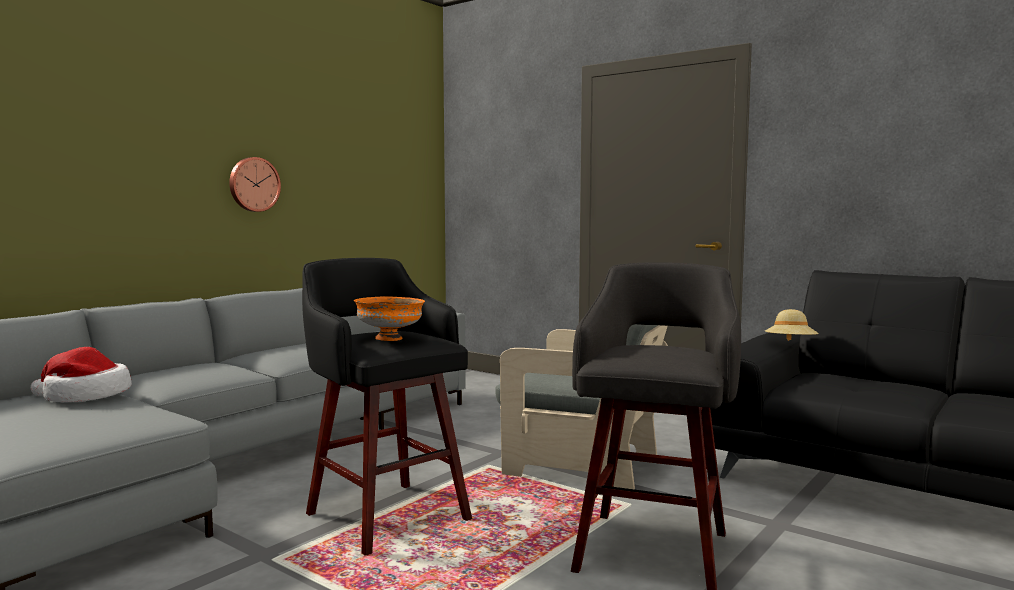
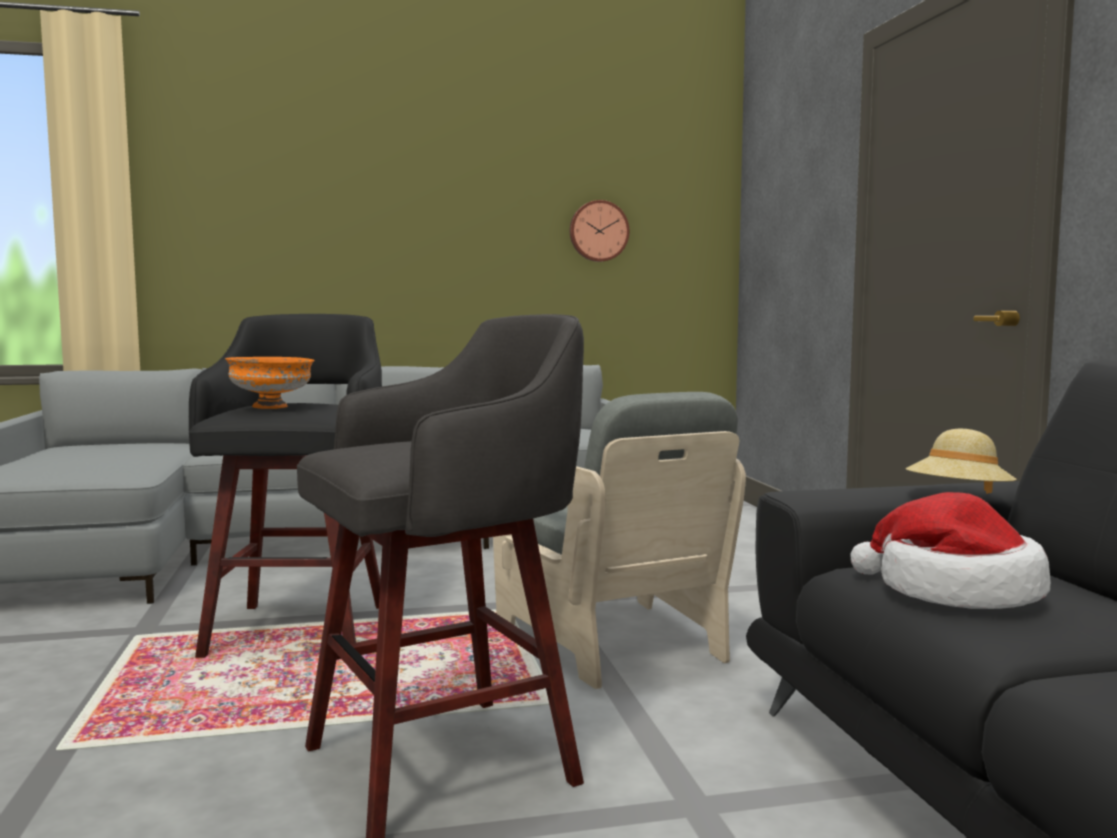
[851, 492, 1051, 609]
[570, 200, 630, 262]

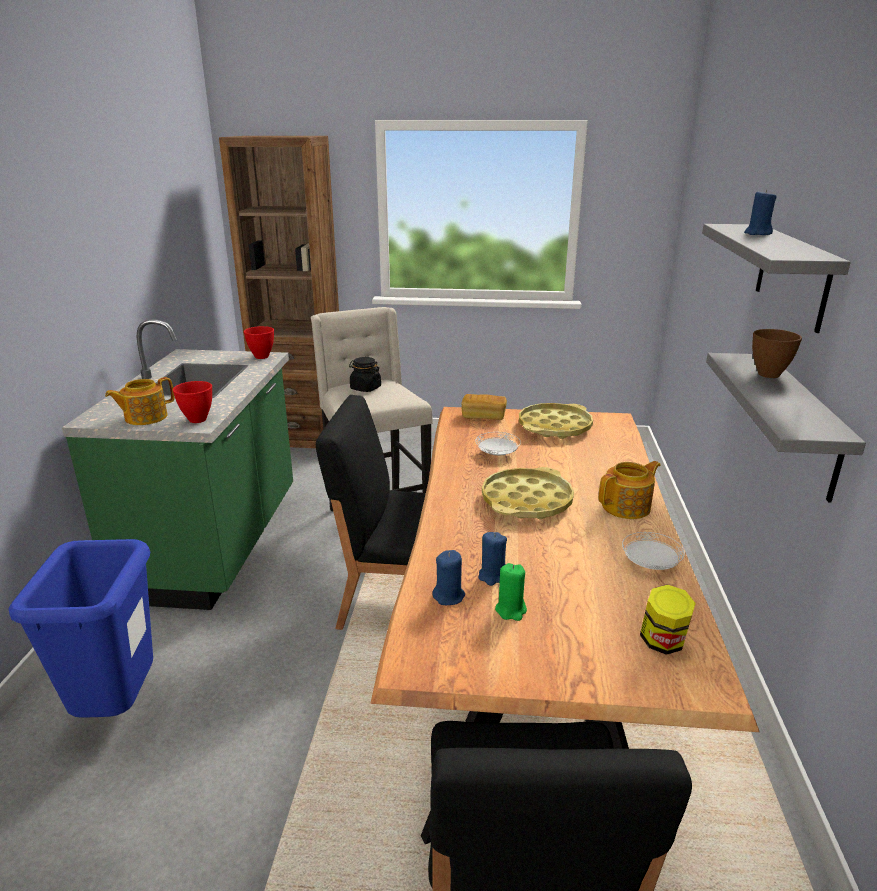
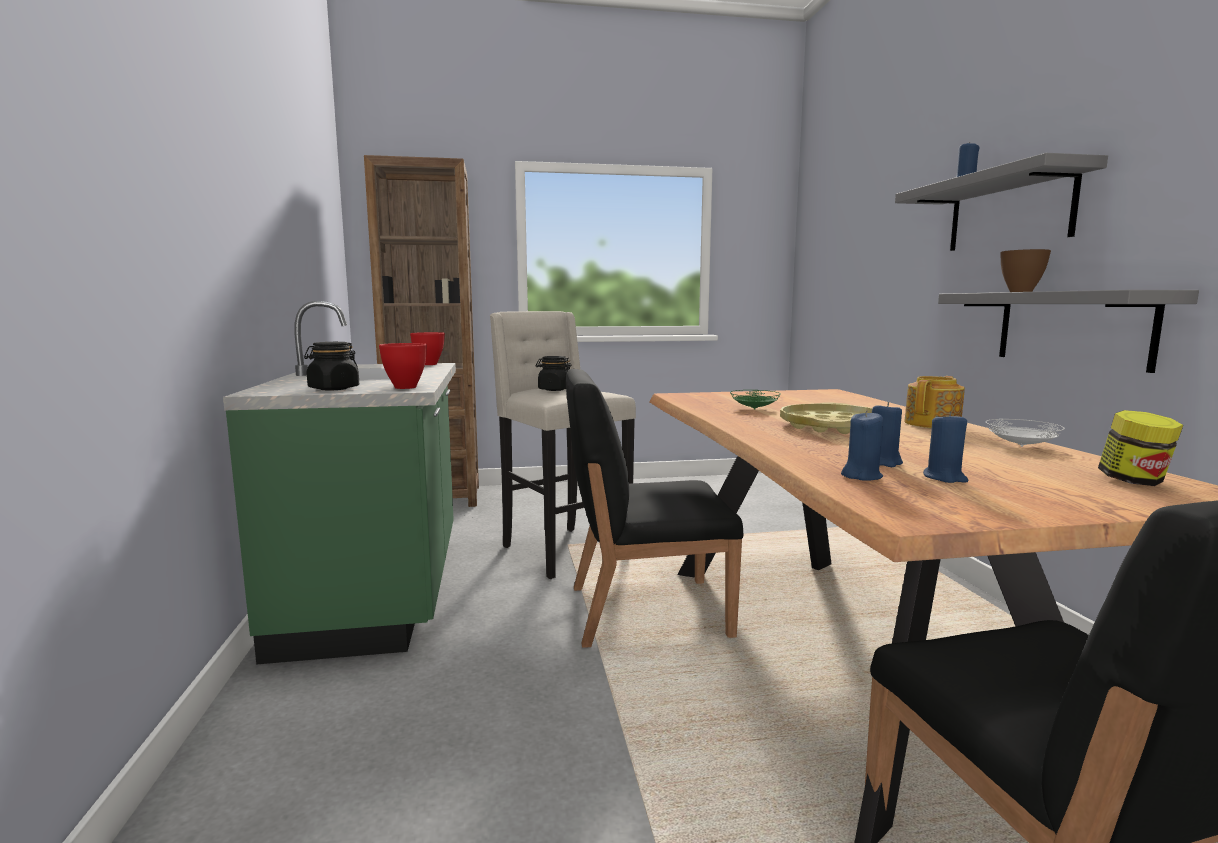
[9, 539, 153, 718] (first image)
[304, 342, 359, 391]
[462, 394, 507, 420] (first image)
[730, 390, 781, 409]
[923, 411, 969, 483]
[519, 403, 593, 439] (first image)

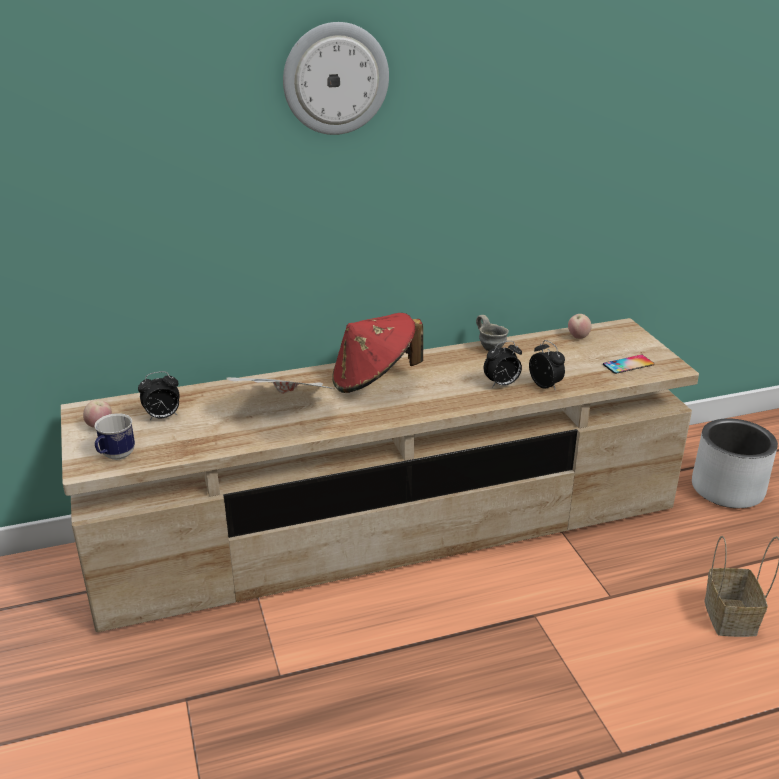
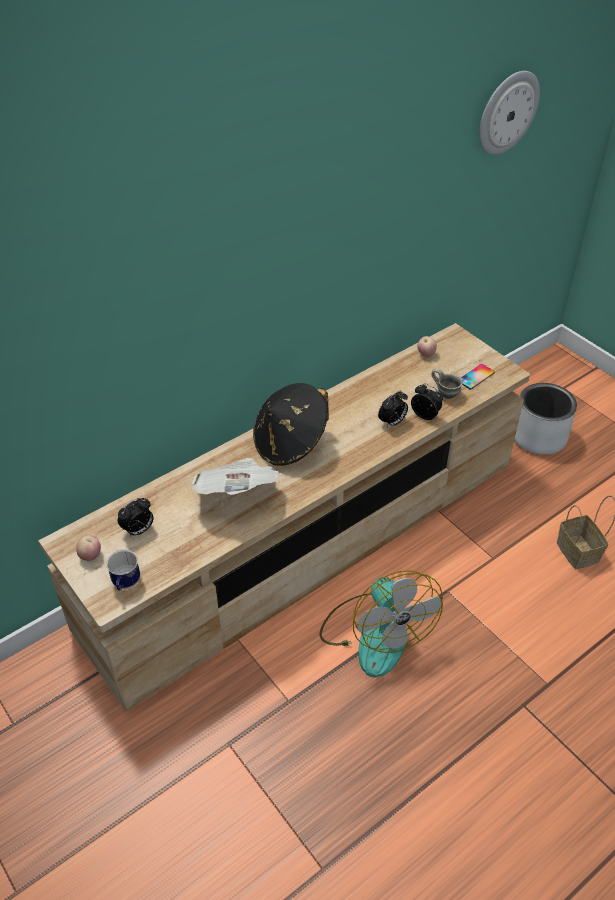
[479, 71, 540, 155]
[253, 383, 329, 466]
[431, 368, 463, 399]
[319, 570, 443, 677]

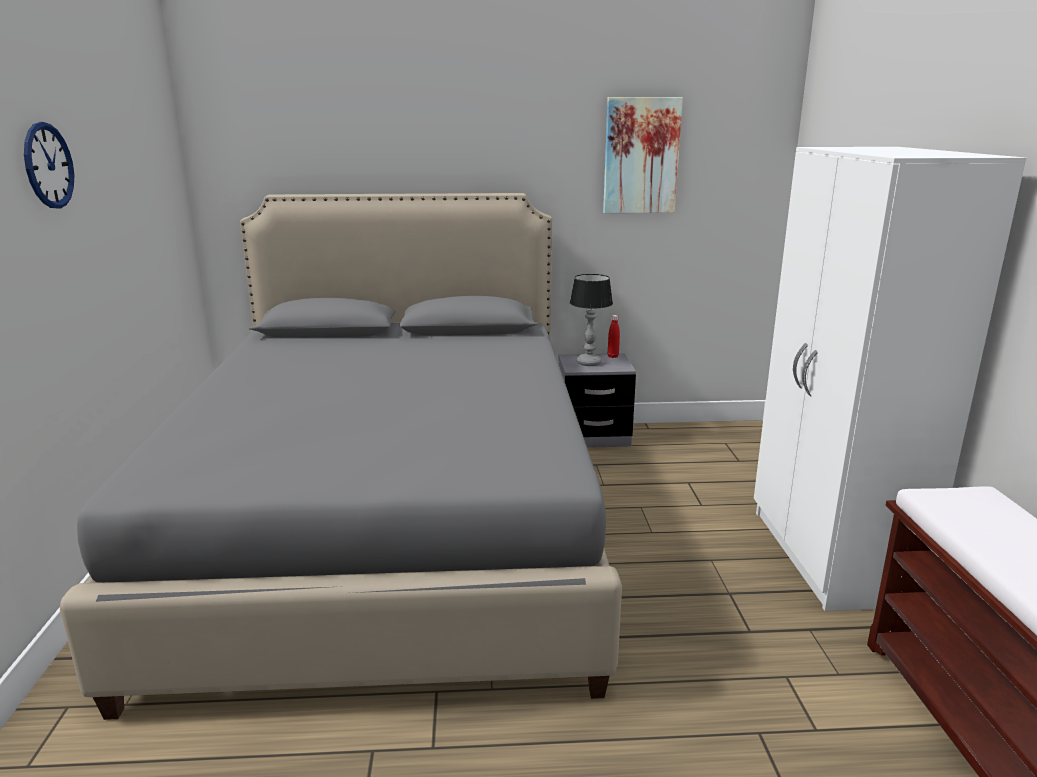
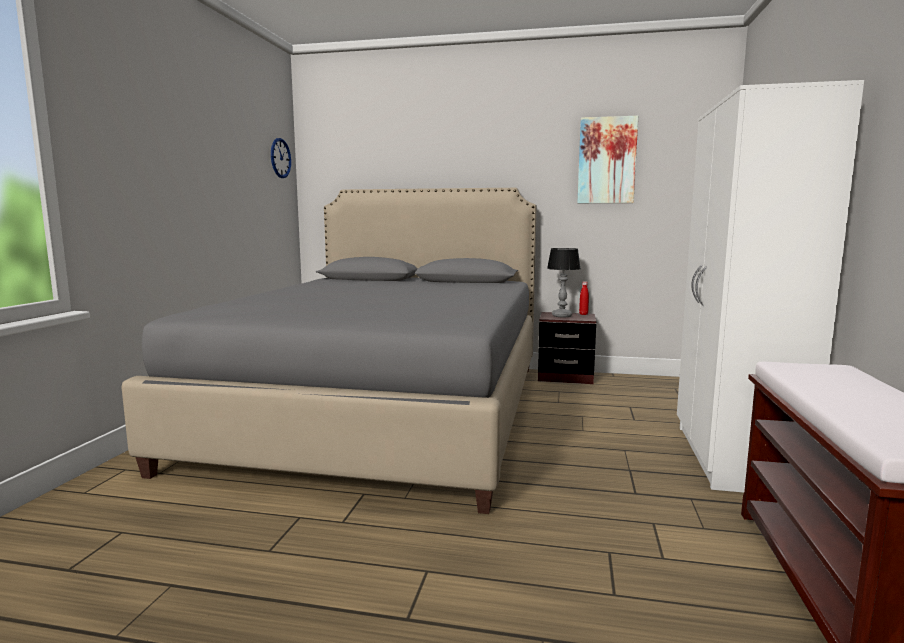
[271, 138, 291, 178]
[538, 312, 596, 384]

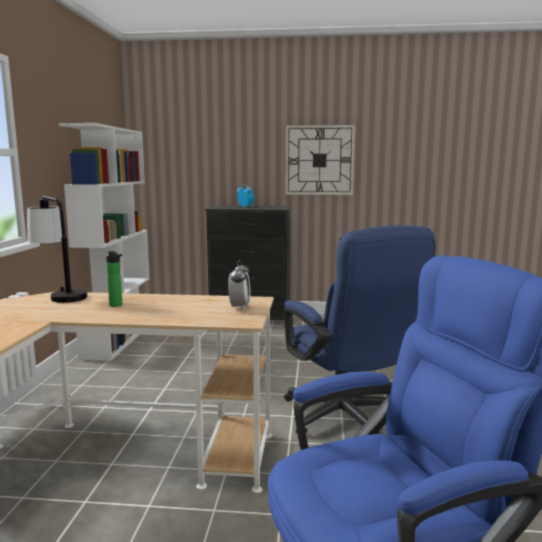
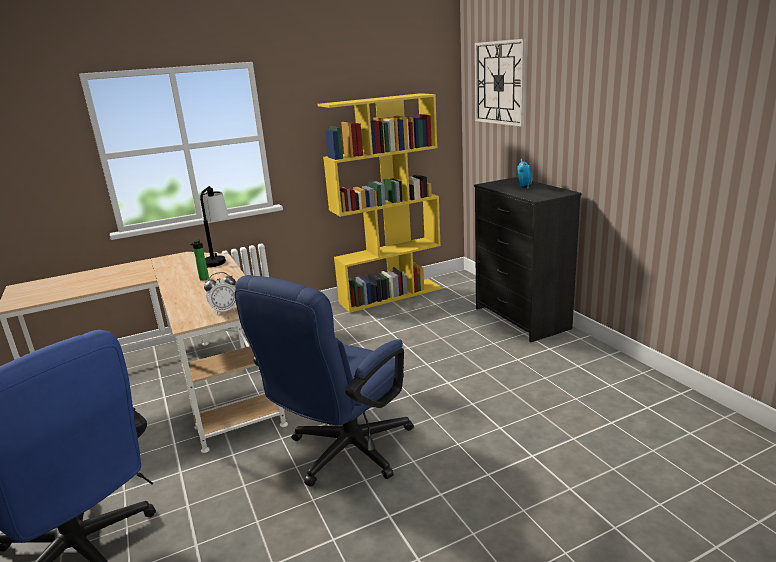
[318, 93, 442, 313]
[475, 39, 526, 127]

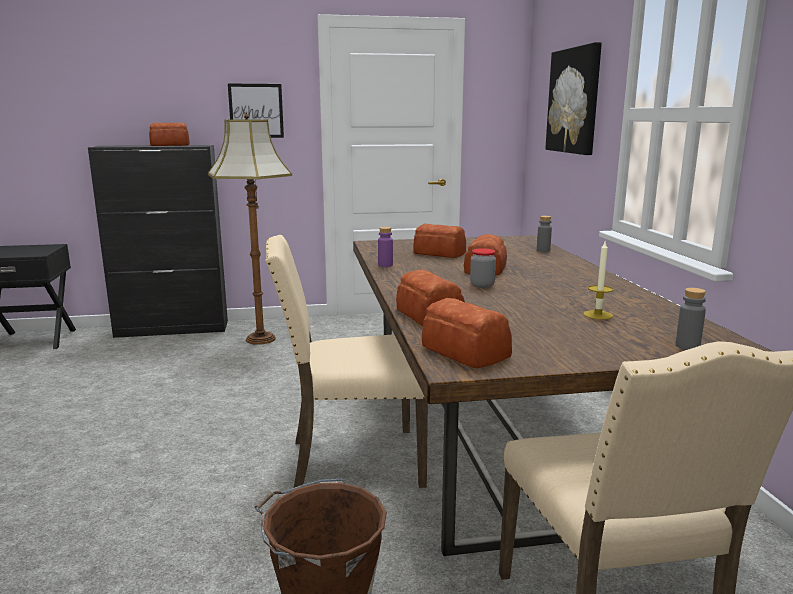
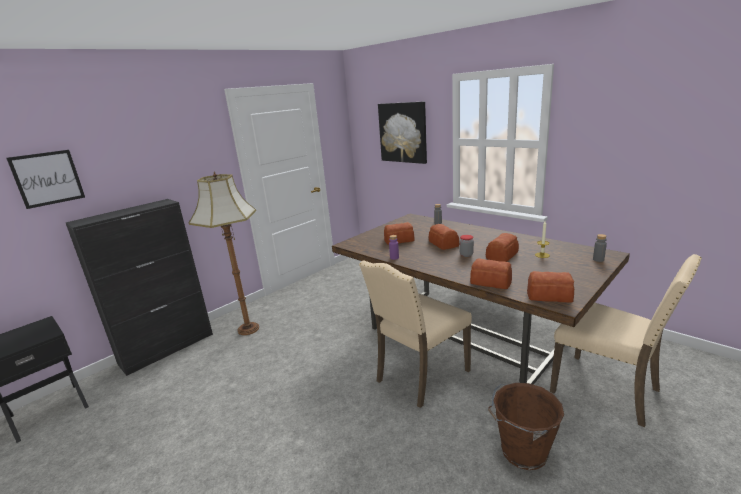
[486, 233, 519, 262]
[7, 150, 85, 209]

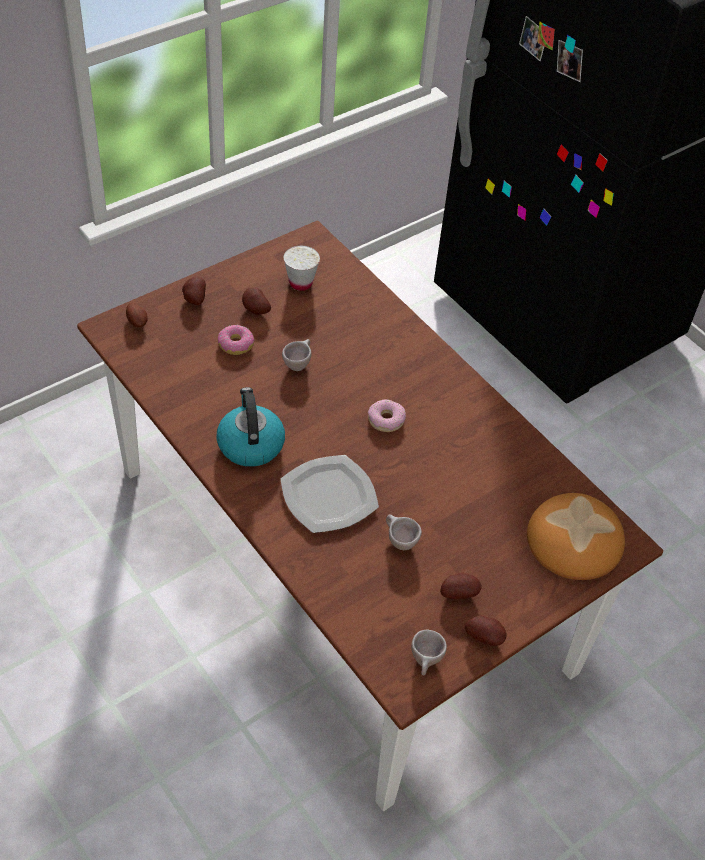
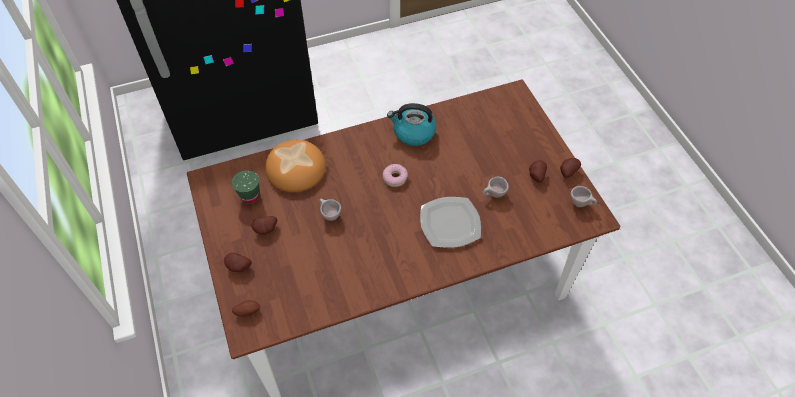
[387, 103, 436, 146]
[218, 325, 255, 355] (first image)
[231, 170, 259, 203]
[265, 140, 326, 192]

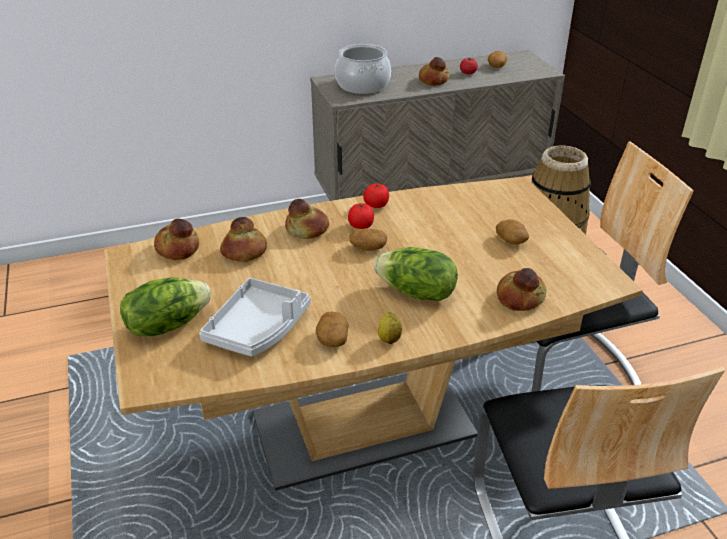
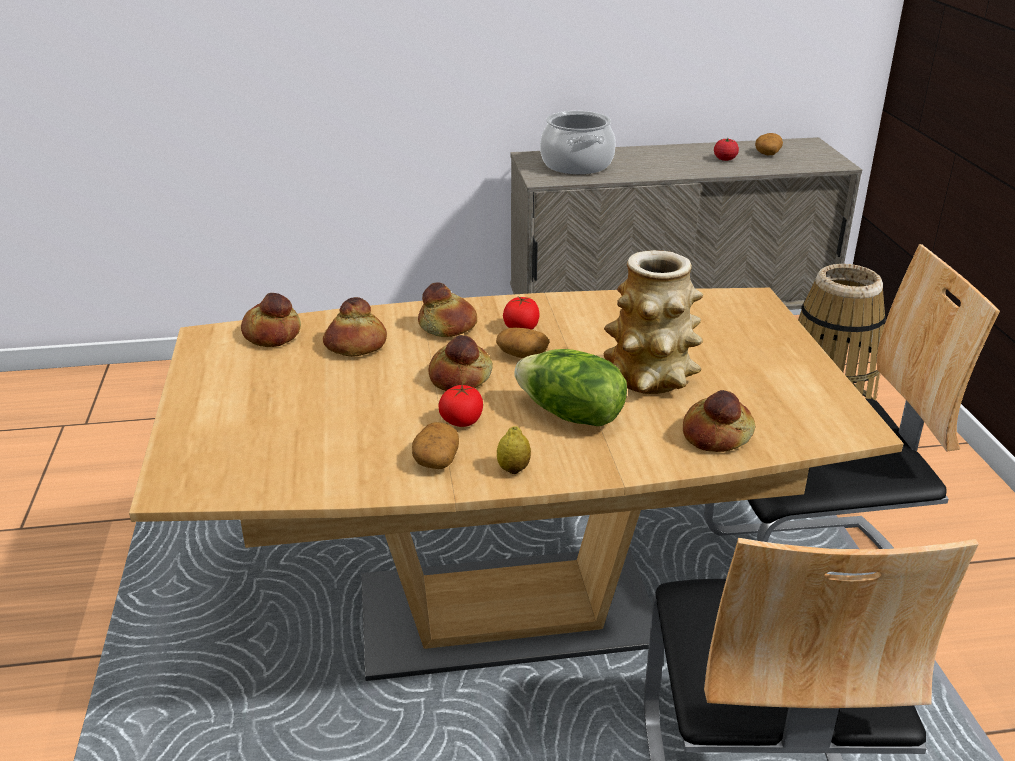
[120, 277, 211, 336] (first image)
[199, 278, 311, 357] (first image)
[438, 384, 483, 427]
[429, 335, 493, 391]
[496, 219, 529, 245] (first image)
[603, 250, 703, 394]

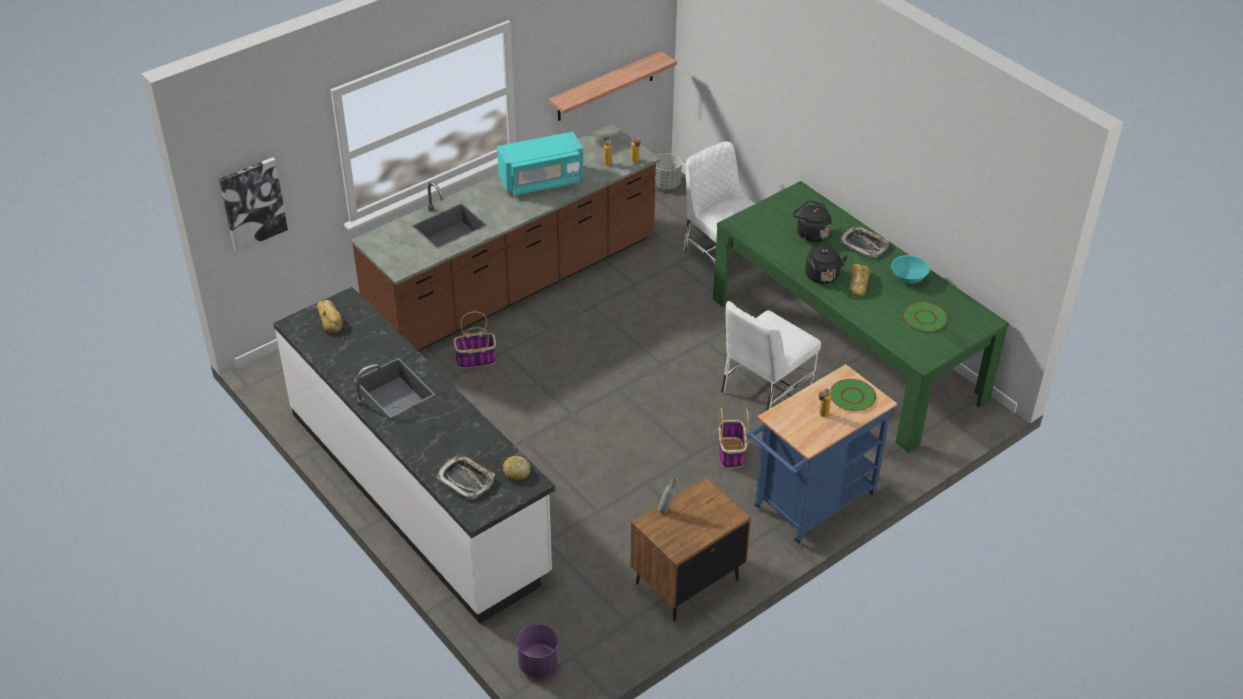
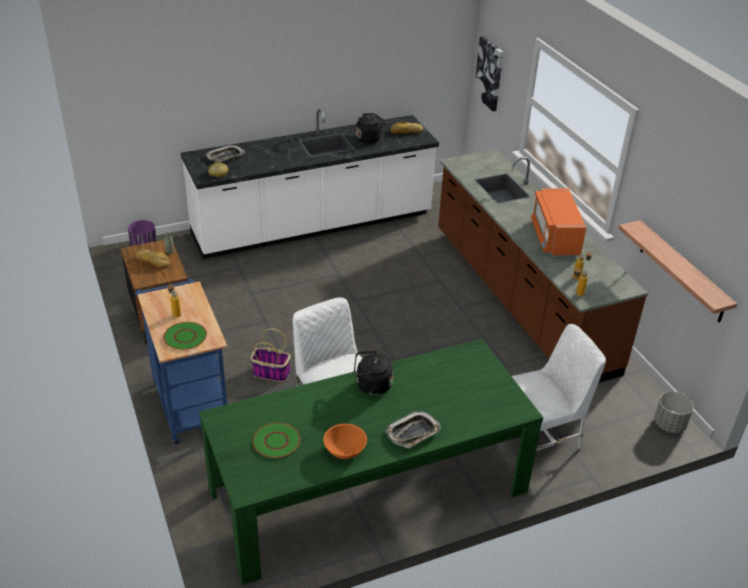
[453, 311, 496, 368] (first image)
[531, 188, 586, 257]
[356, 113, 387, 143]
[135, 249, 170, 269]
[323, 424, 367, 459]

